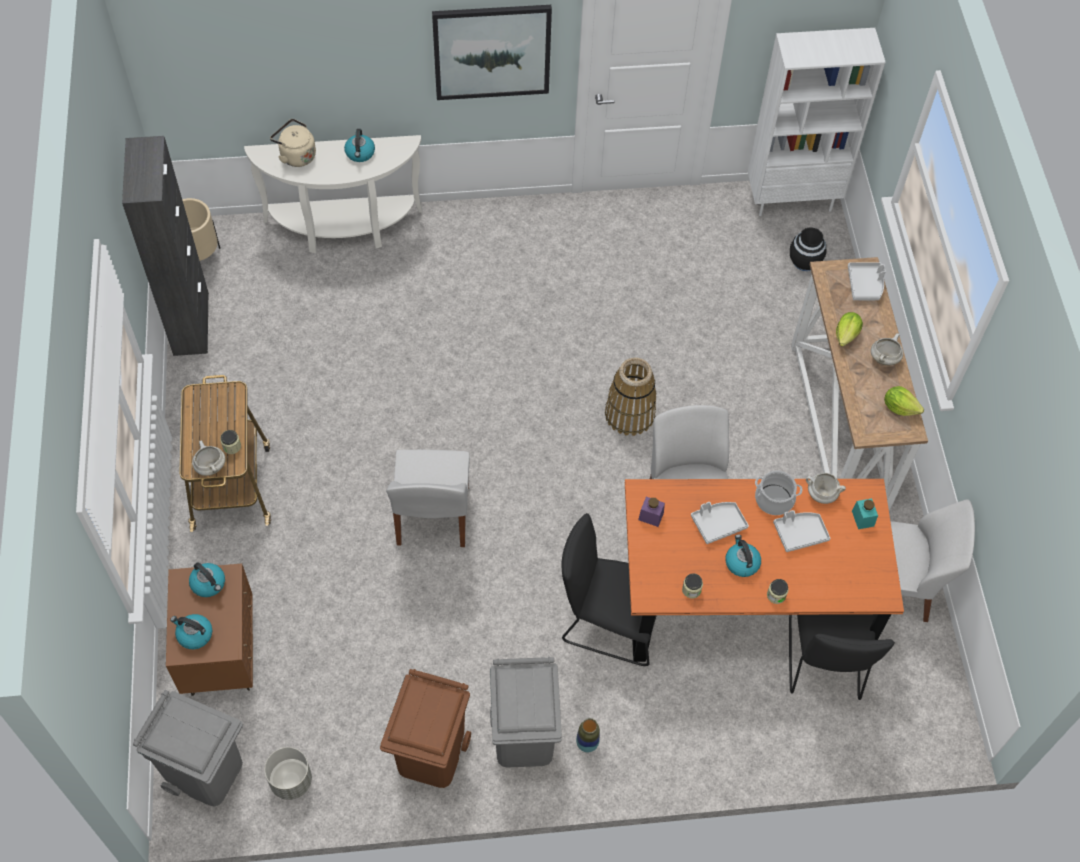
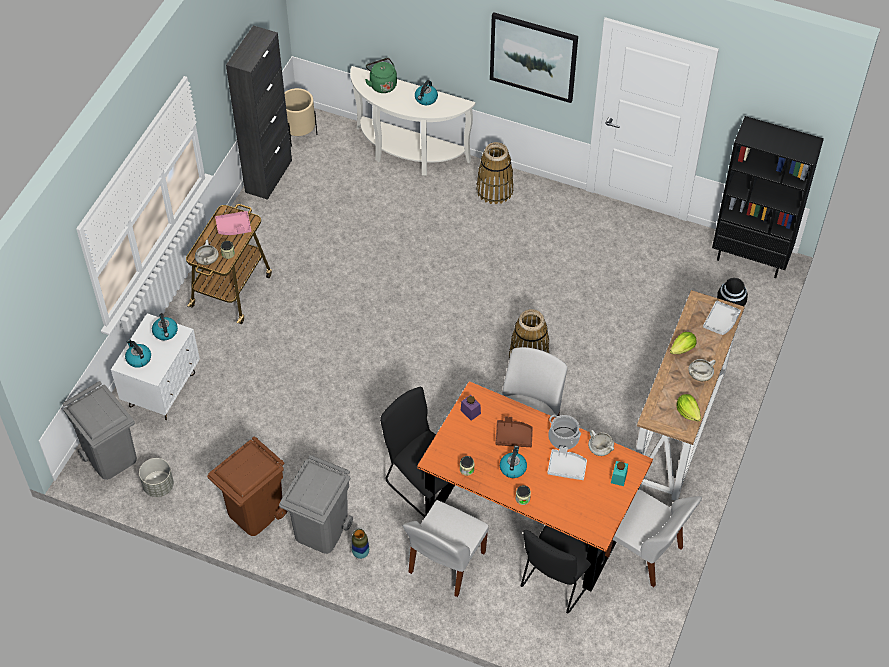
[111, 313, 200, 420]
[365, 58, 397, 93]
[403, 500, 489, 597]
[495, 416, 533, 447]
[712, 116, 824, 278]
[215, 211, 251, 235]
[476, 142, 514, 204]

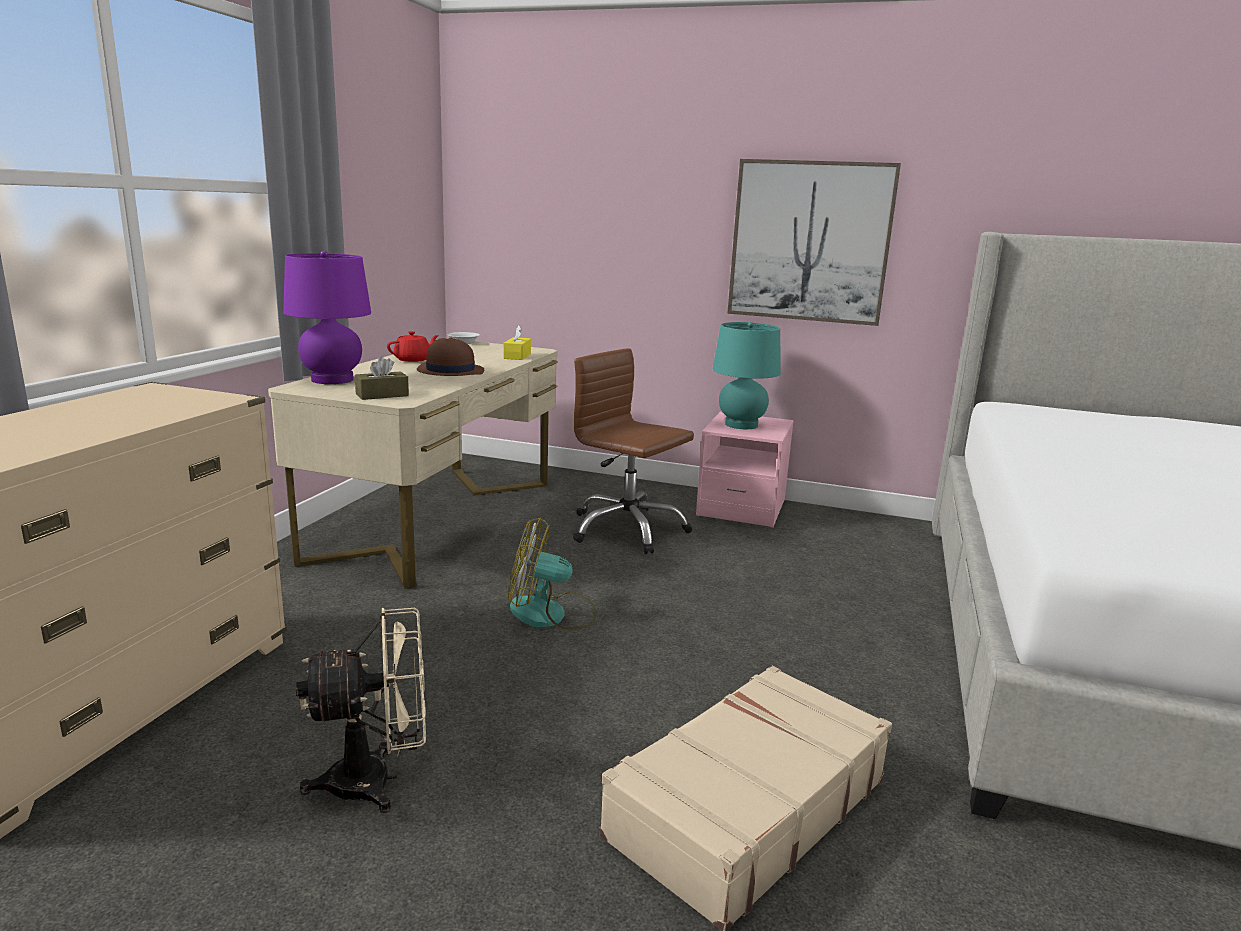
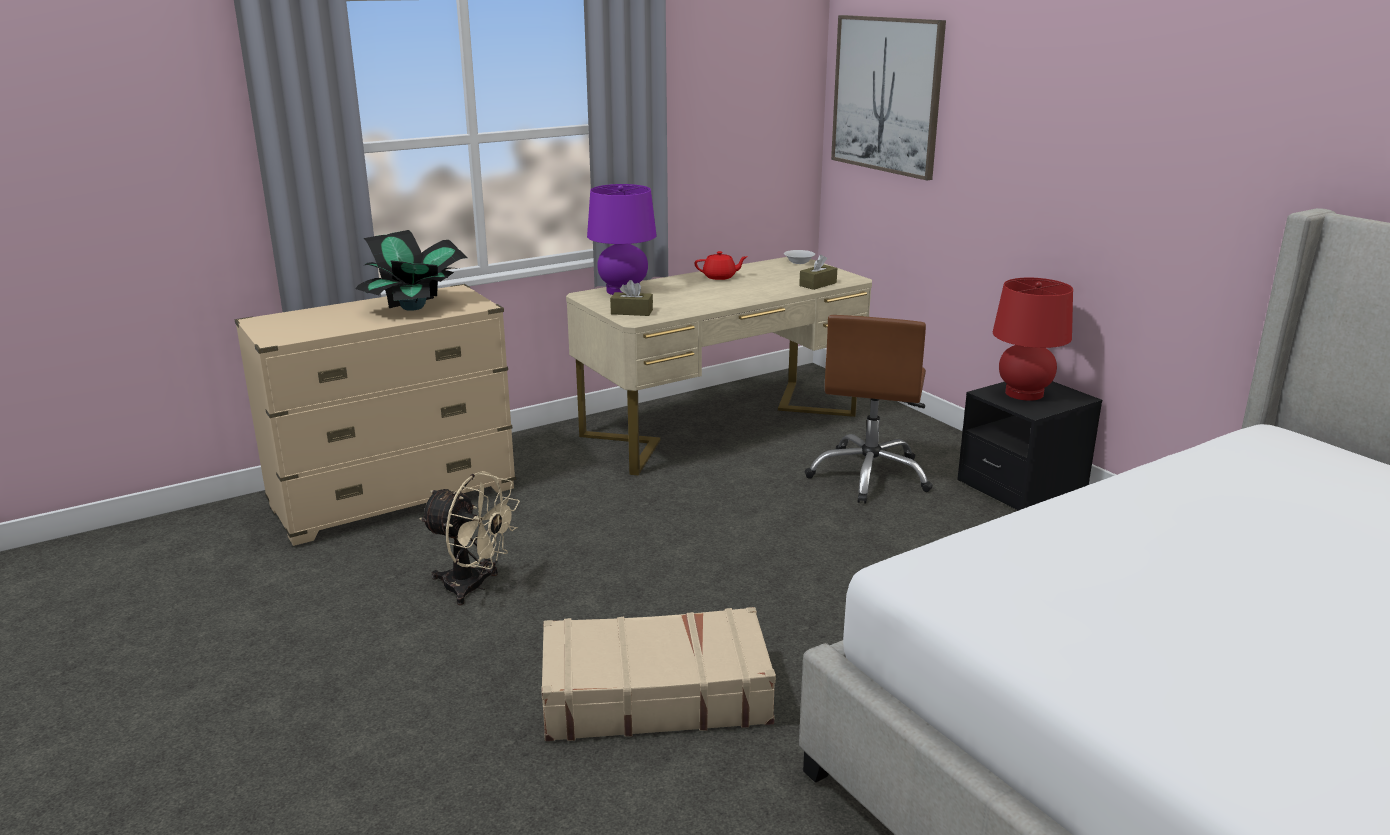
[417, 337, 484, 376] (first image)
[799, 255, 837, 290]
[508, 518, 597, 630] (first image)
[805, 315, 933, 504]
[957, 381, 1102, 511]
[993, 278, 1073, 401]
[831, 15, 946, 180]
[355, 230, 467, 311]

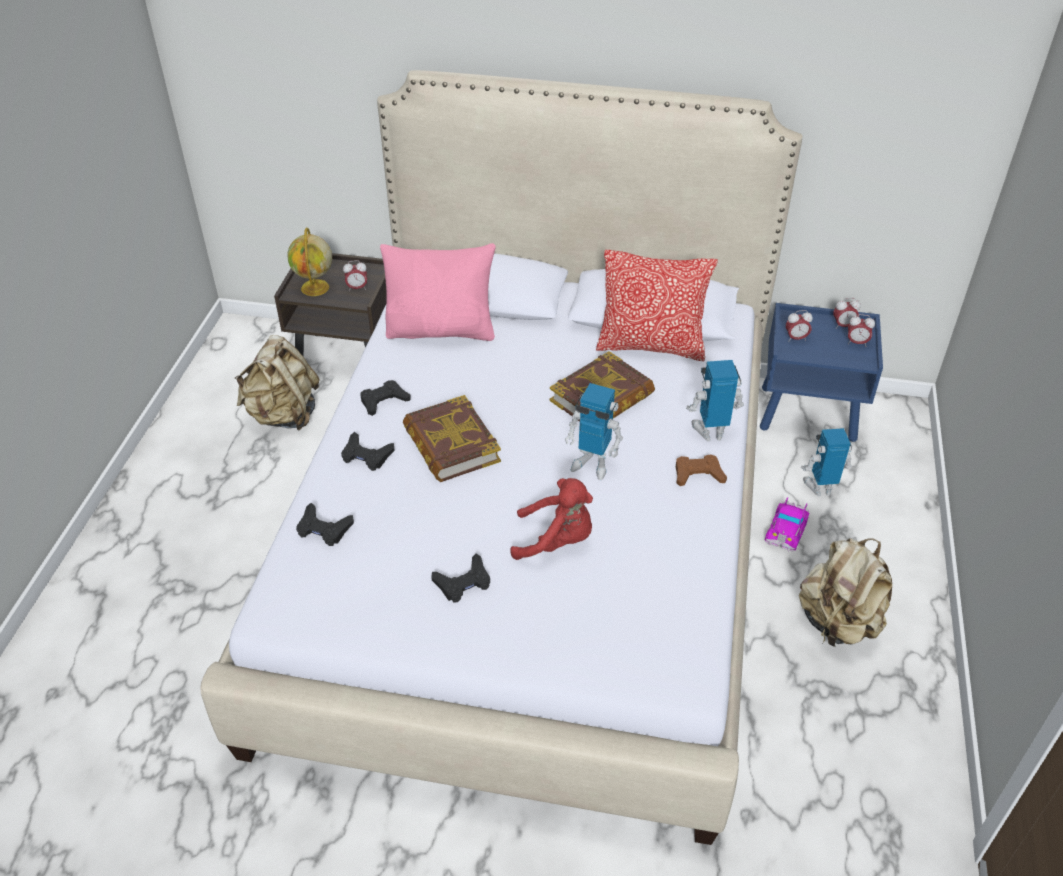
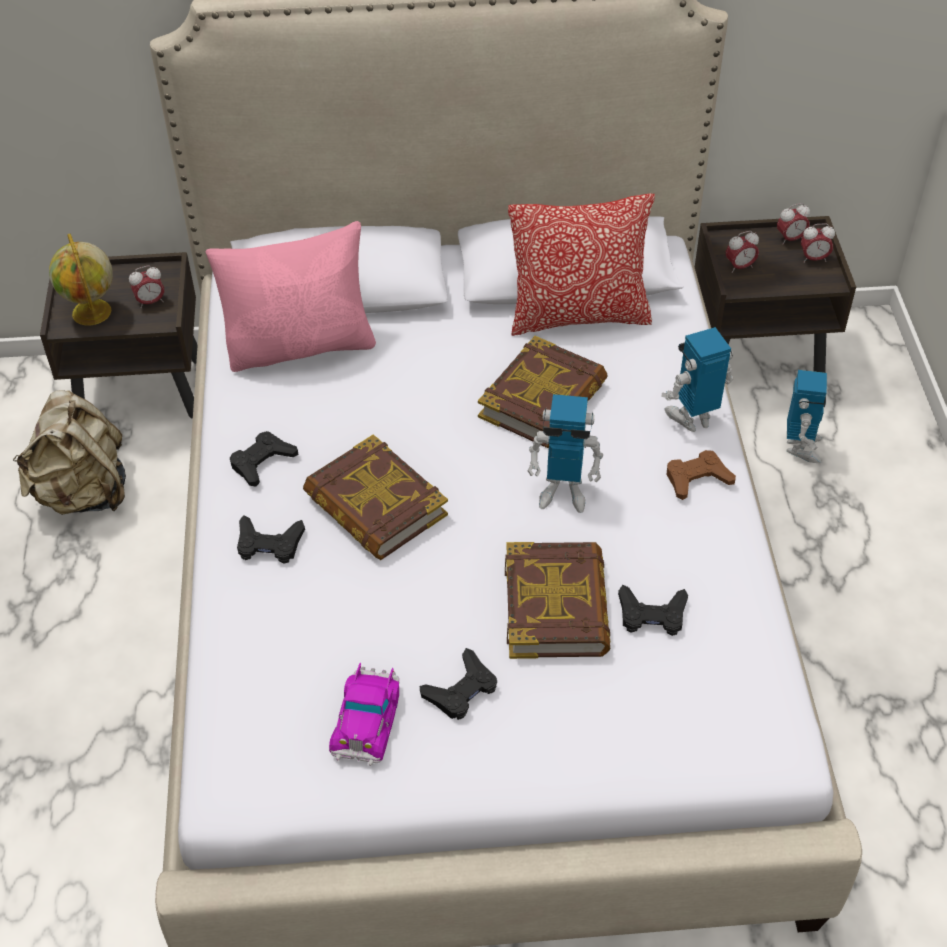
[618, 585, 688, 636]
[505, 542, 610, 659]
[695, 216, 856, 373]
[329, 663, 399, 766]
[799, 538, 892, 647] (first image)
[786, 370, 827, 463]

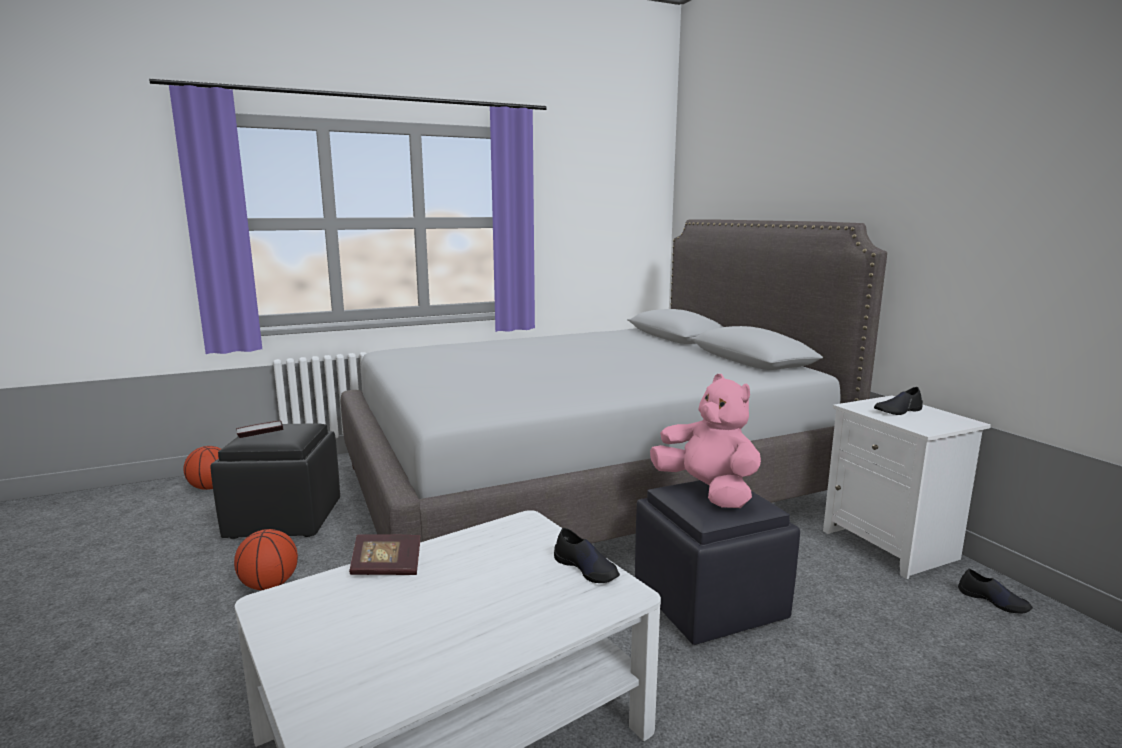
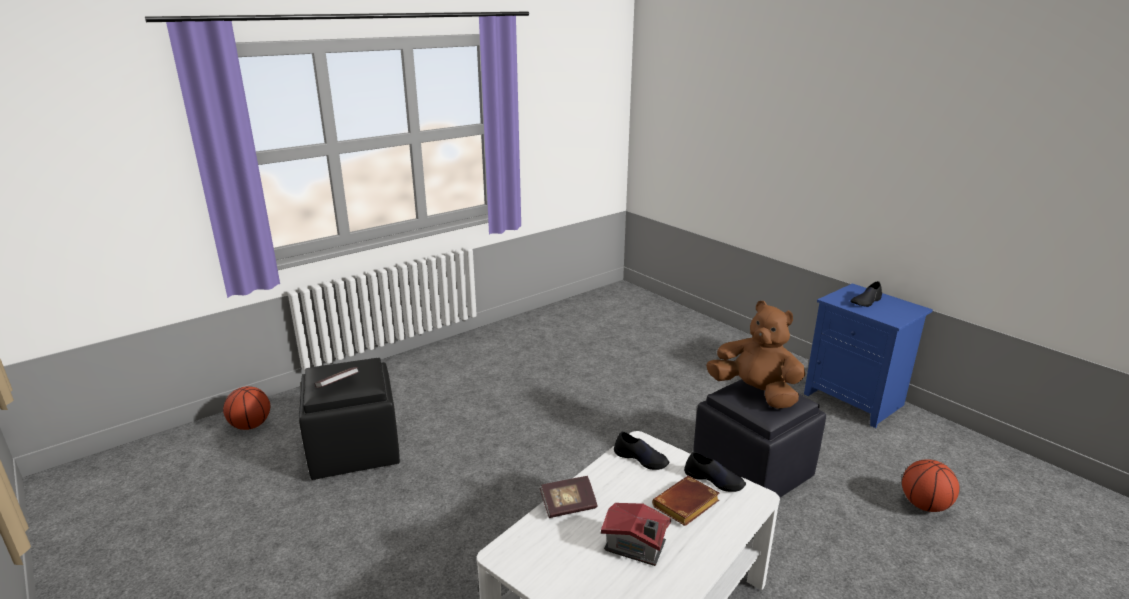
[902, 459, 959, 512]
[341, 219, 887, 544] (first image)
[706, 301, 805, 409]
[804, 283, 933, 428]
[614, 431, 669, 470]
[601, 503, 671, 566]
[652, 476, 720, 526]

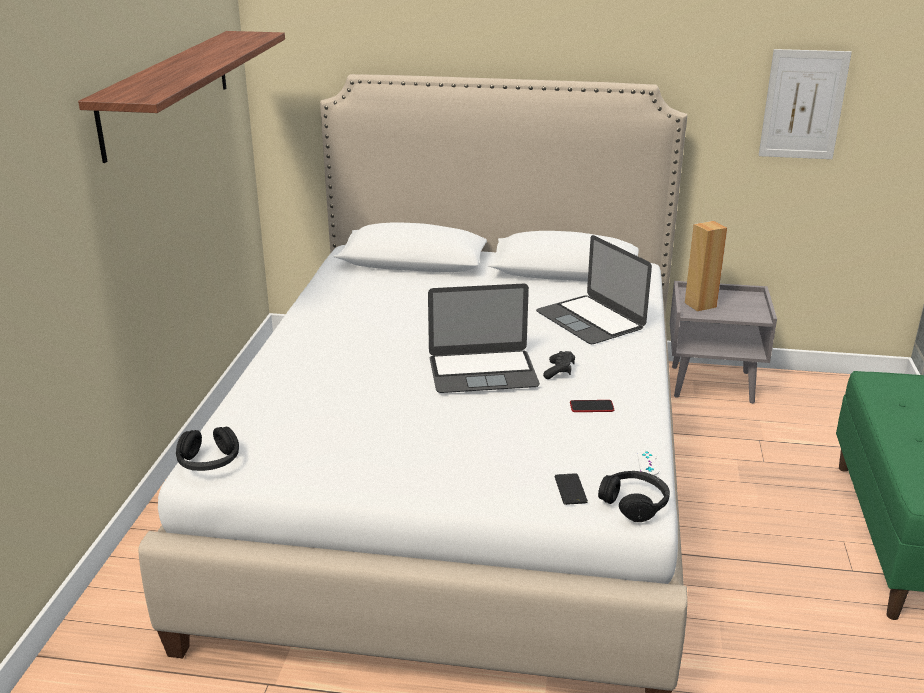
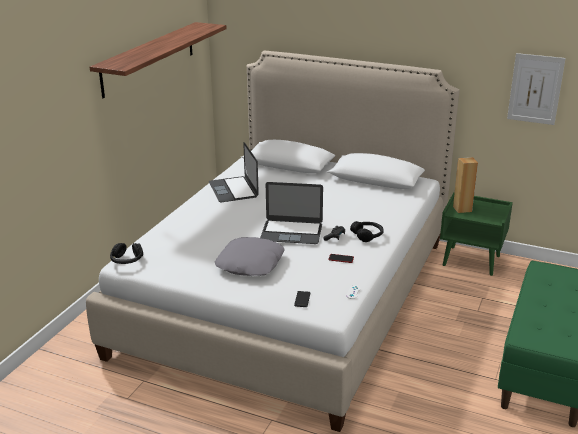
[209, 142, 259, 202]
[350, 221, 384, 242]
[440, 192, 513, 276]
[215, 237, 285, 276]

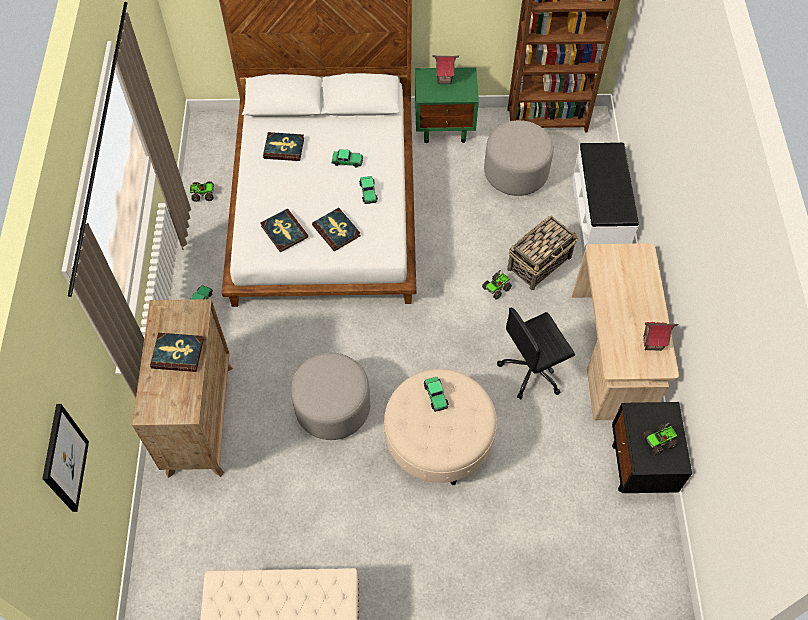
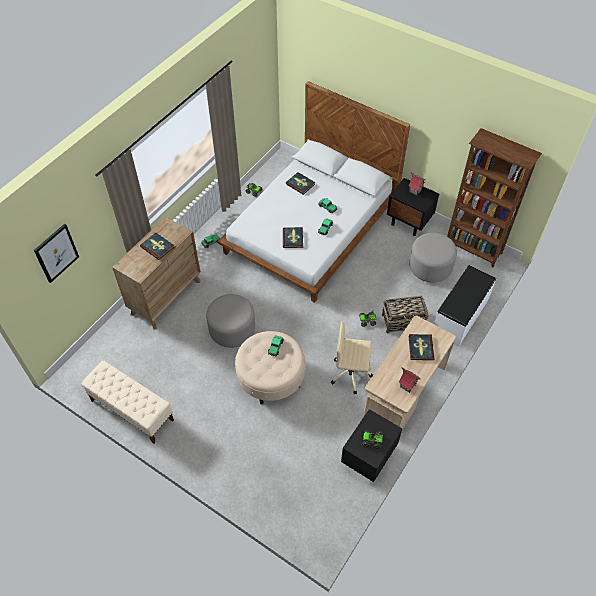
[409, 334, 434, 360]
[387, 178, 439, 236]
[331, 321, 373, 395]

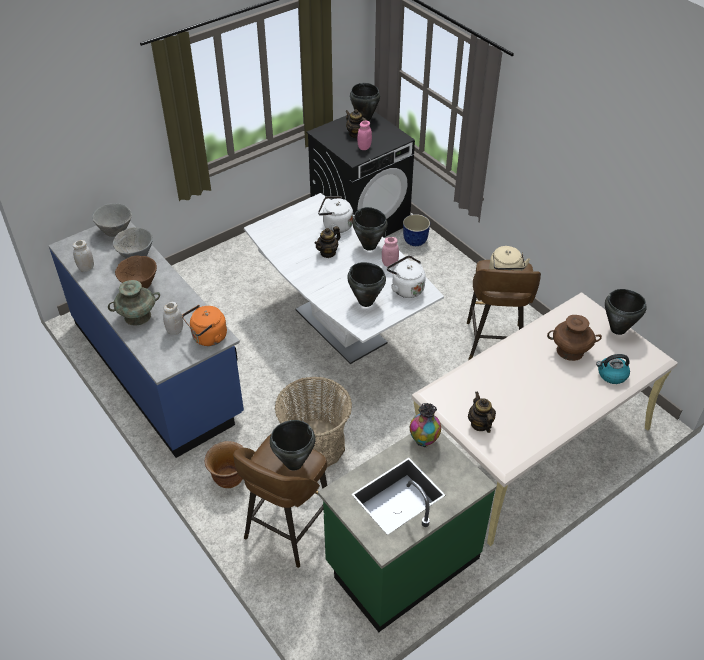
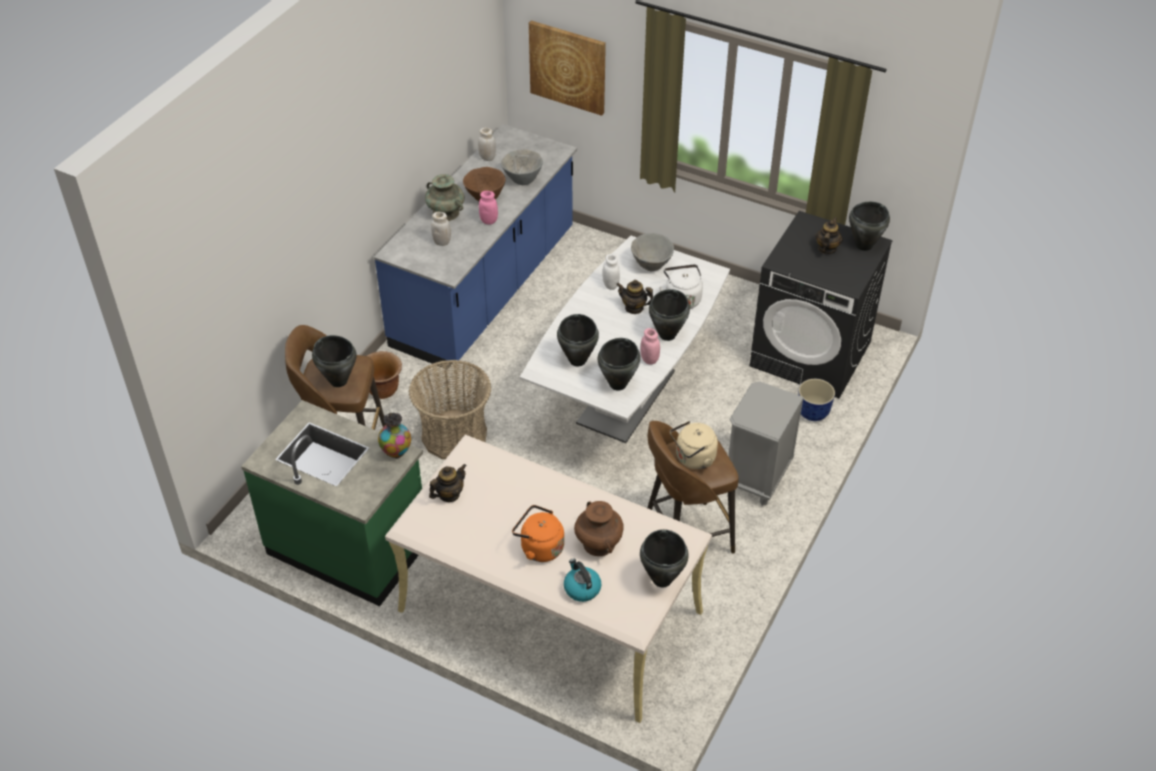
[631, 233, 674, 272]
[512, 505, 564, 562]
[479, 191, 498, 225]
[598, 338, 640, 391]
[529, 21, 606, 116]
[602, 254, 620, 290]
[729, 381, 804, 506]

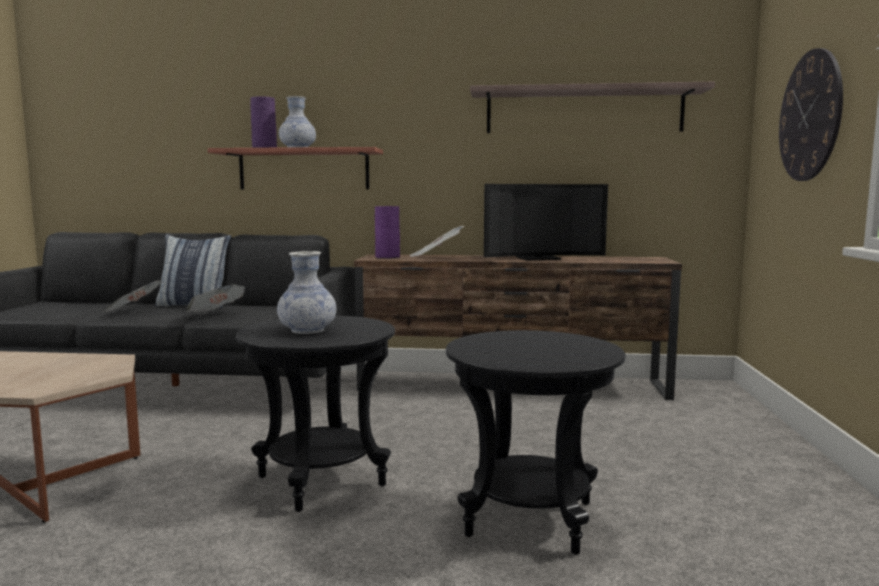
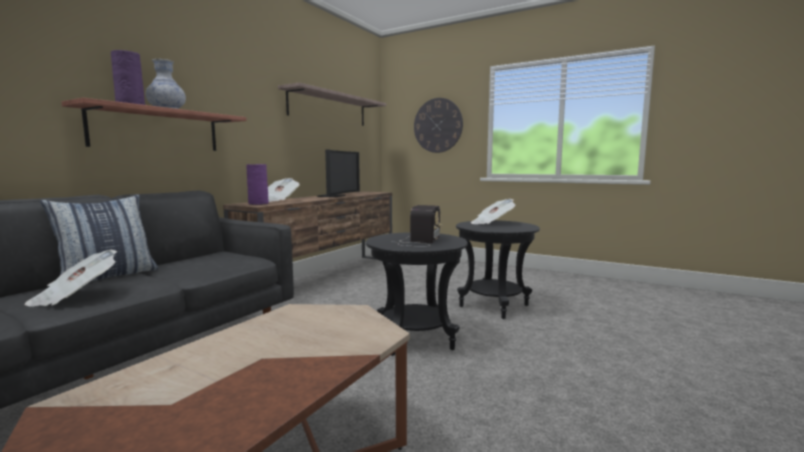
[471, 199, 516, 224]
[391, 205, 442, 247]

